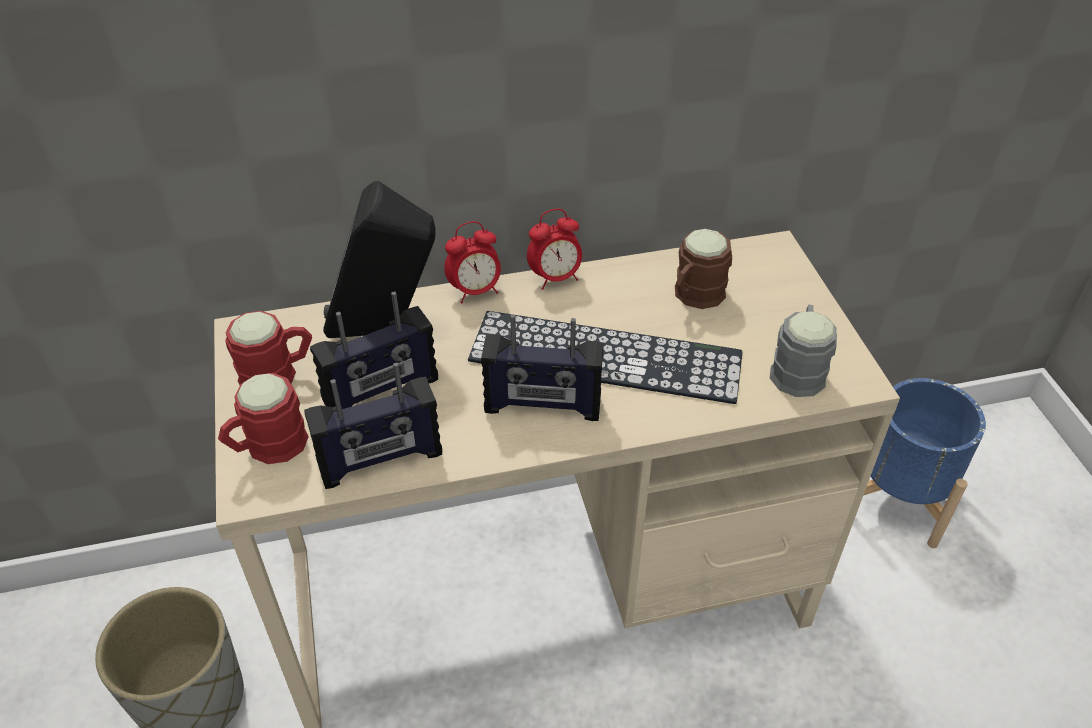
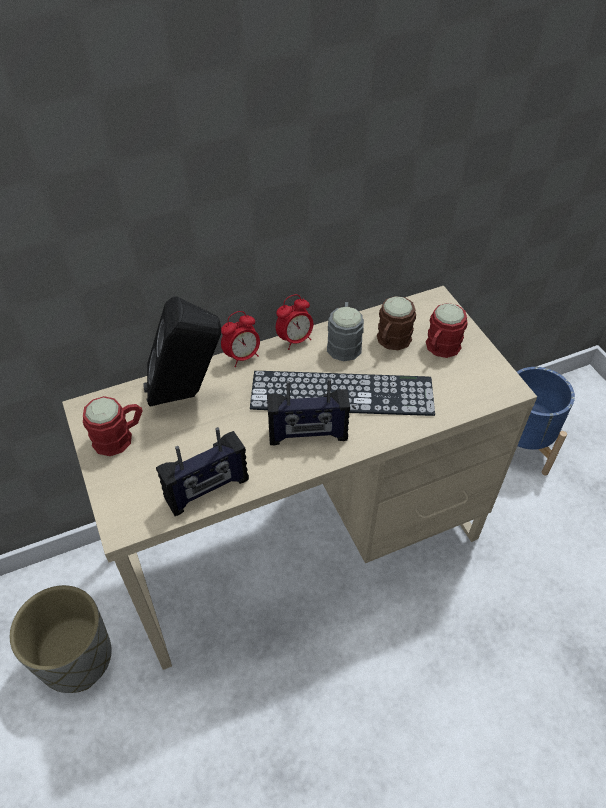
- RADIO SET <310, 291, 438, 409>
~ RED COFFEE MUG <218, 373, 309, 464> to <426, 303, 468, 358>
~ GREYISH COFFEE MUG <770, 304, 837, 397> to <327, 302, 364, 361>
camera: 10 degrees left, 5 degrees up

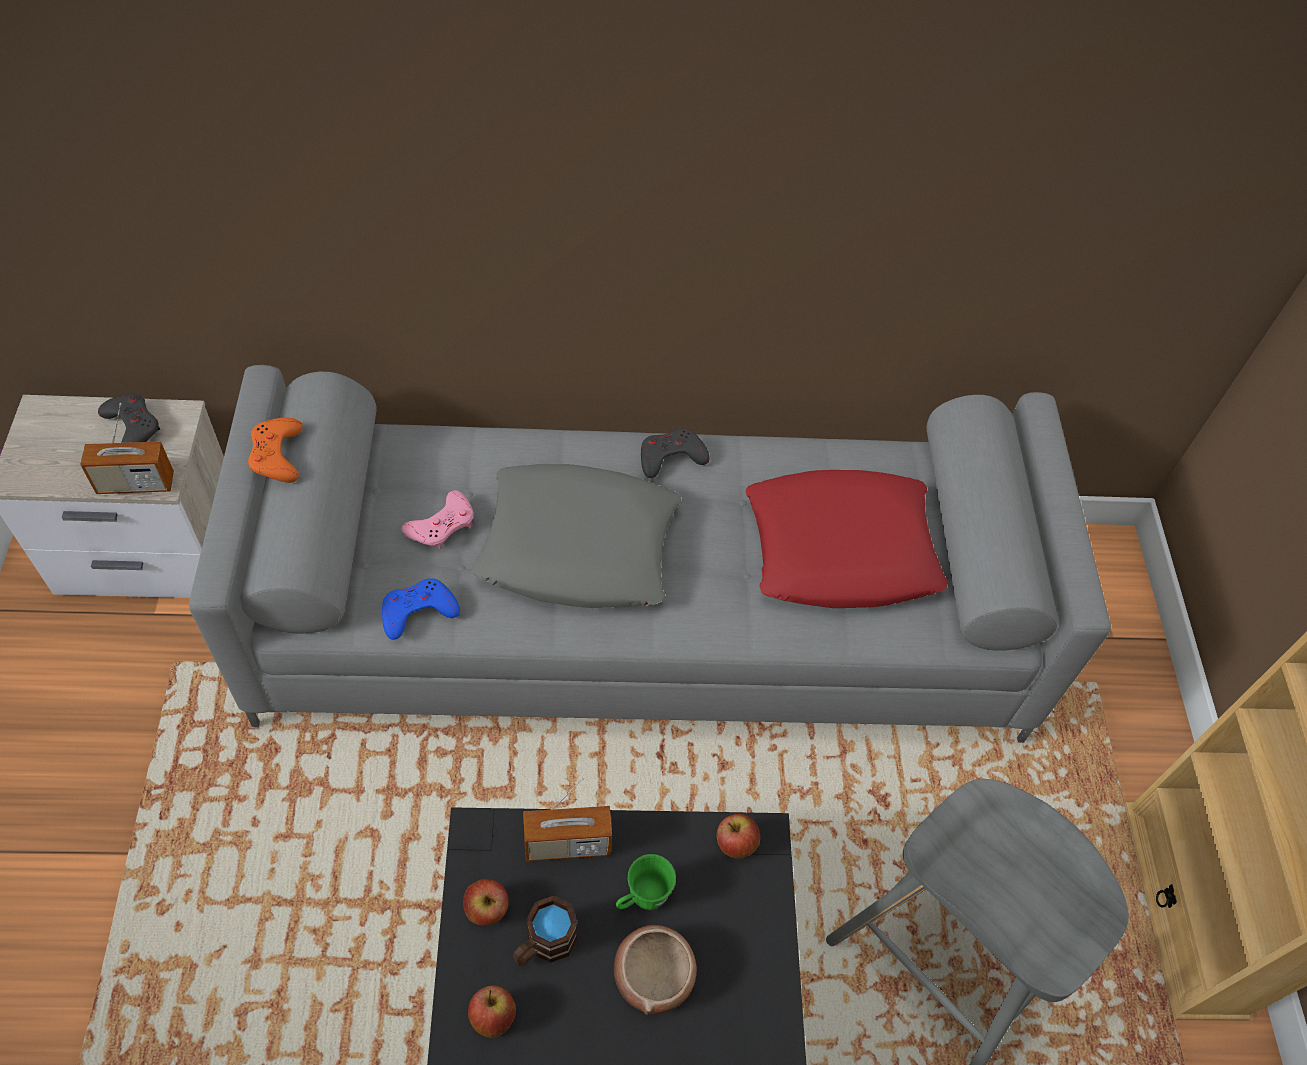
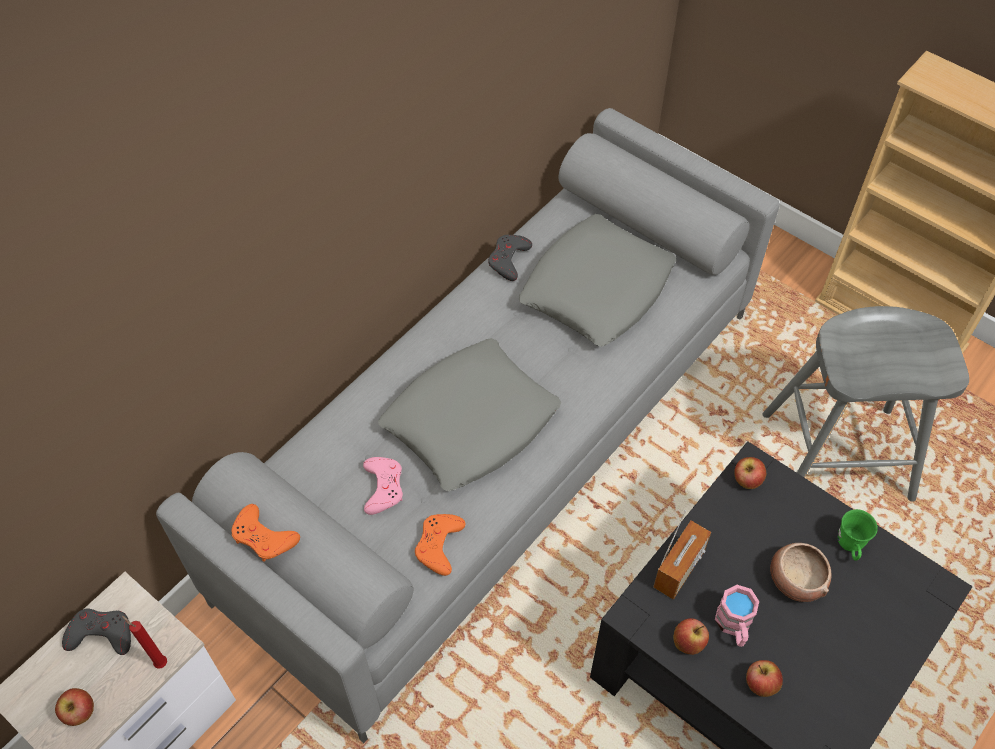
+ APPLE <55, 688, 94, 726>
~ GREEN-COLOURED COFFEE MUG <616, 854, 676, 910> to <837, 509, 878, 561>
~ GREYISH GAME CONTROLLER <641, 428, 710, 478> to <488, 235, 532, 281>
~ RADIO SET <80, 403, 174, 494> to RED WAX LIGHT <122, 616, 167, 669>
~ BLUE GAME CONTROLLER <382, 578, 460, 640> to ORANGE GAME CONTROLLER <415, 514, 466, 576>
~ BROWNISH COFFEE MUG <513, 896, 577, 966> to PINK-COLOURED COFFEE MUG <715, 585, 759, 647>
~ RED PILLOW <746, 470, 948, 608> to GREYISH PILLOW <518, 214, 676, 347>
camera: 45 degrees left, 0 degrees up

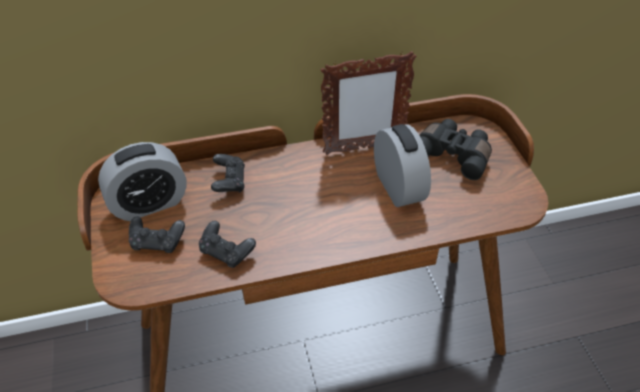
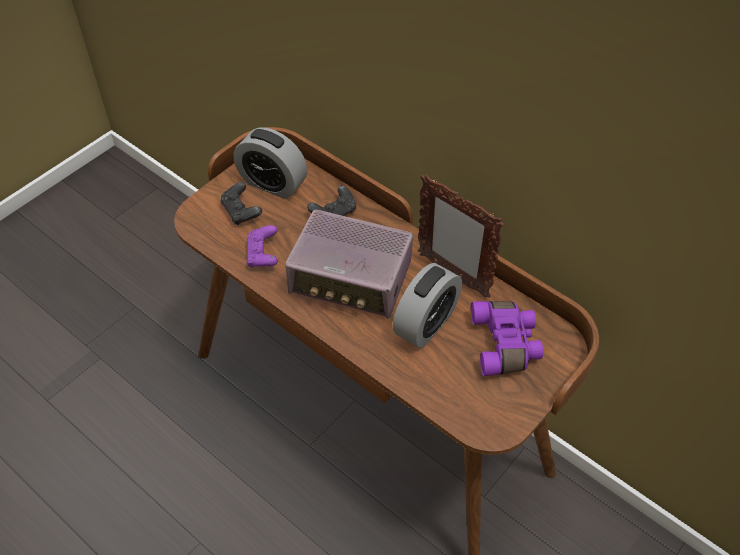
+ RADIO SET <285, 210, 413, 319>
~ BLACKISH GAME CONTROLLER <199, 220, 256, 268> to PURPLISH GAME CONTROLLER <247, 225, 278, 268>
~ BLACKISH PAIR OF BINOCULARS <419, 119, 492, 180> to PURPLISH PAIR OF BINOCULARS <471, 301, 543, 376>
camera: 55 degrees right, 5 degrees up

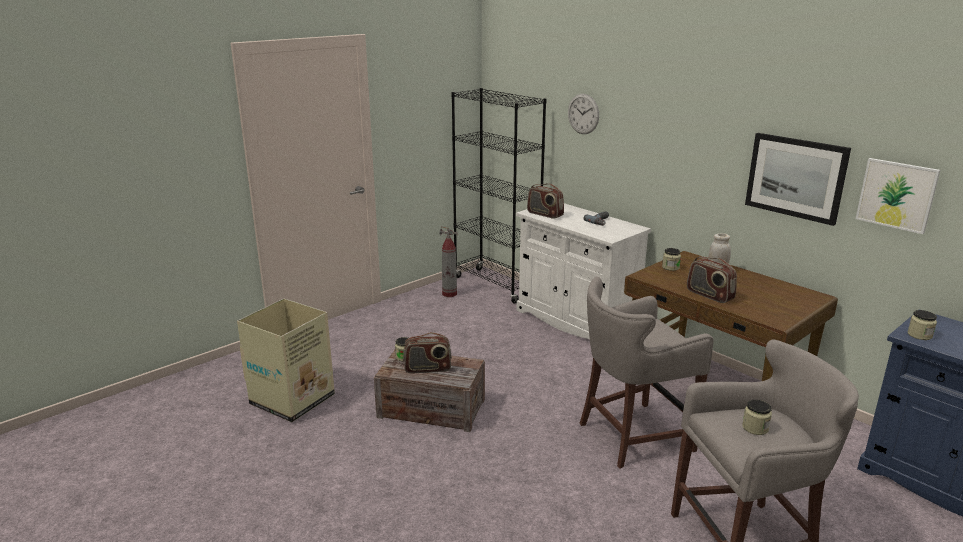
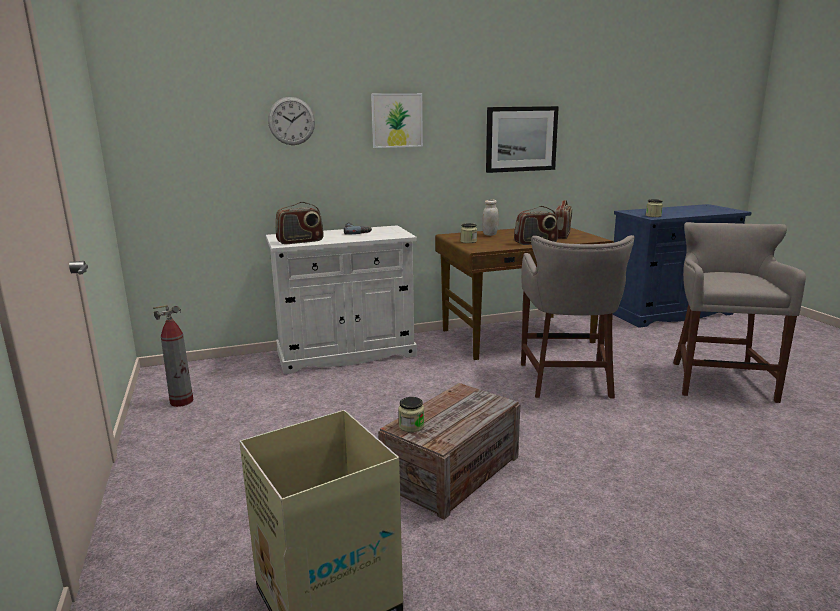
- BLACKISH BOOKSHELF <451, 88, 546, 303>
- JAR <742, 400, 772, 435>
~ RADIO SET <403, 332, 452, 373> to <555, 200, 572, 239>
~ PICTURE <856, 158, 940, 234> to <371, 93, 423, 148>
camera: 65 degrees left, 5 degrees down

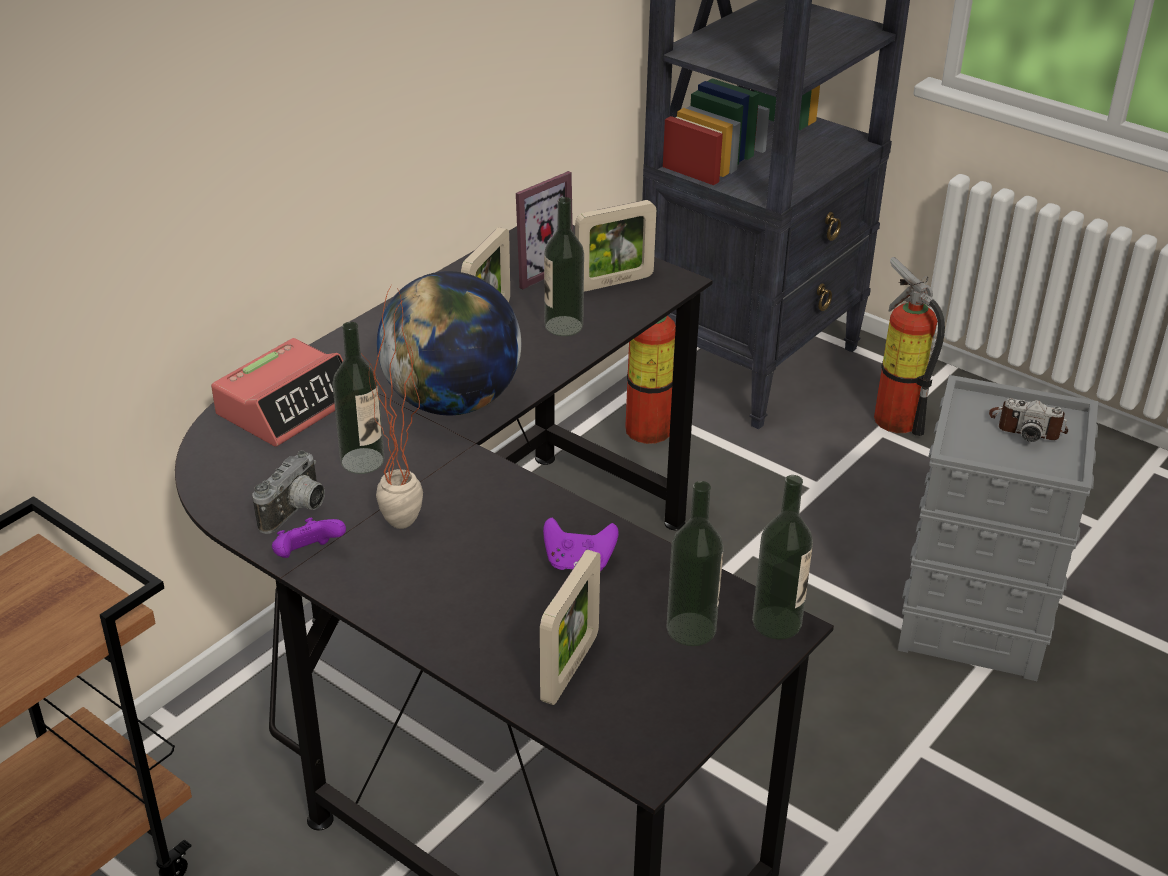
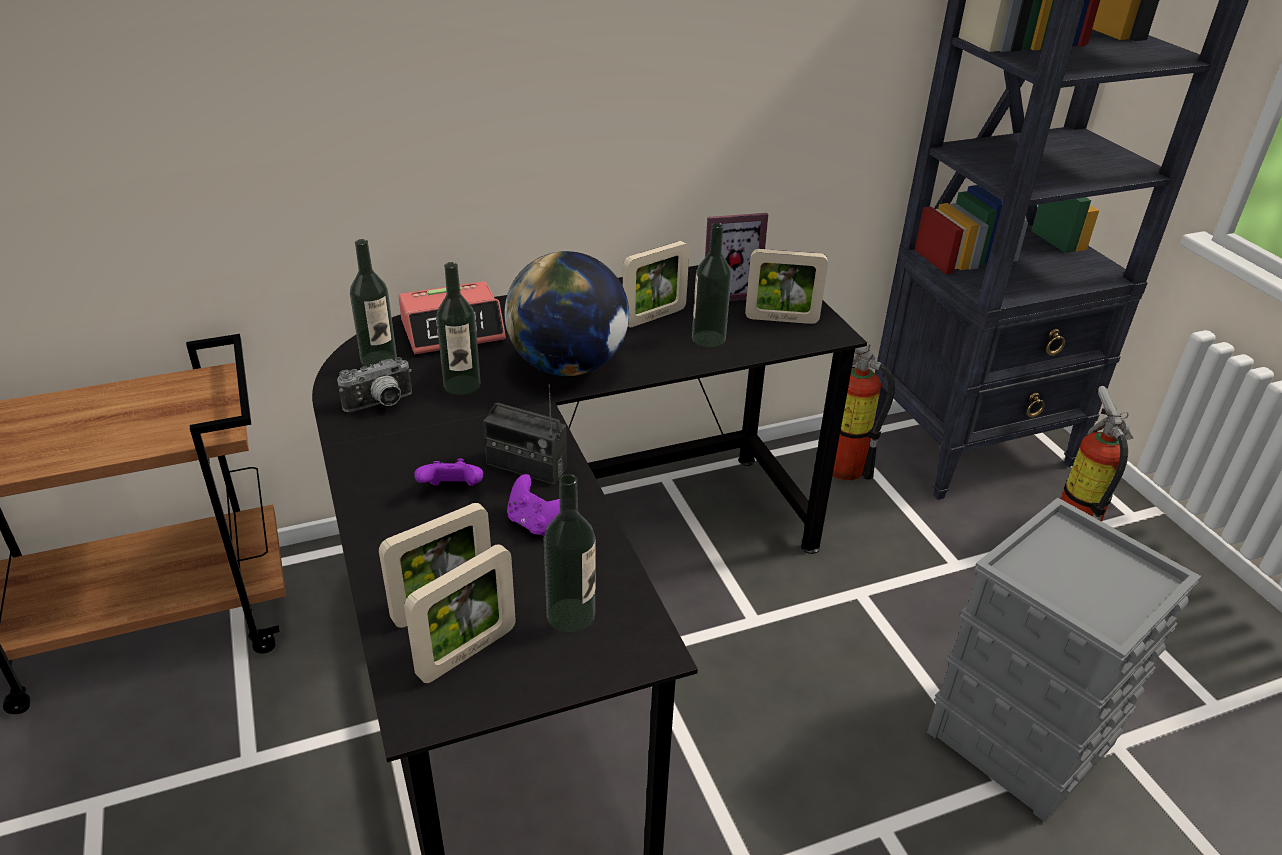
- POTTED PLANT <364, 285, 423, 529>
- PHOTO CAMERA <989, 398, 1068, 442>
+ PHOTO FRAME <404, 544, 516, 683>
+ RADIO SET <483, 384, 567, 485>
~ PURPLISH GAME CONTROLLER <272, 518, 346, 558> to <414, 459, 483, 486>
~ BEVERAGE BOTTLE <752, 475, 813, 640> to <350, 239, 397, 367>
camera: 30 degrees right, 0 degrees up

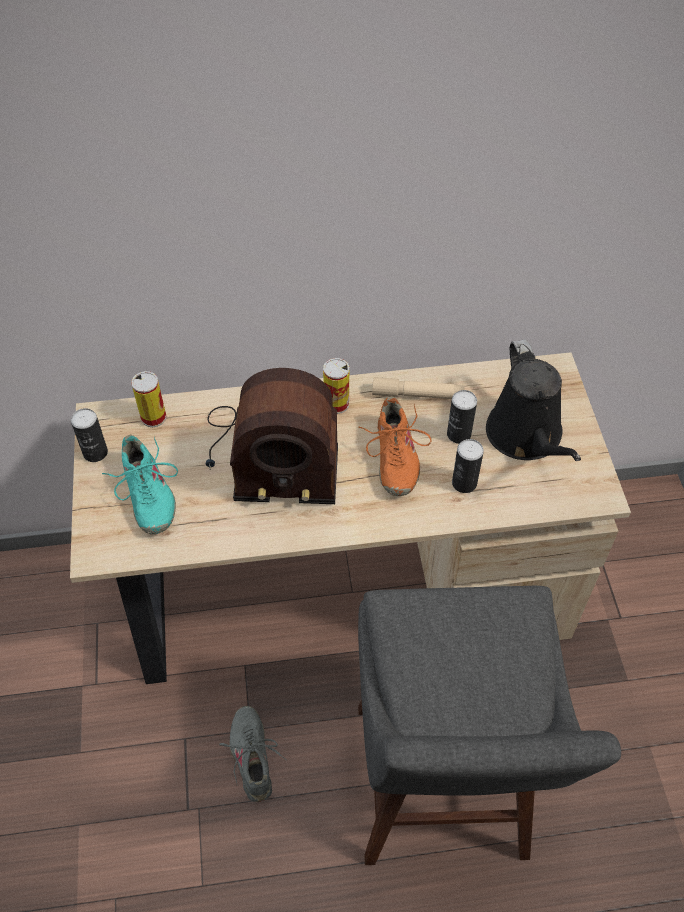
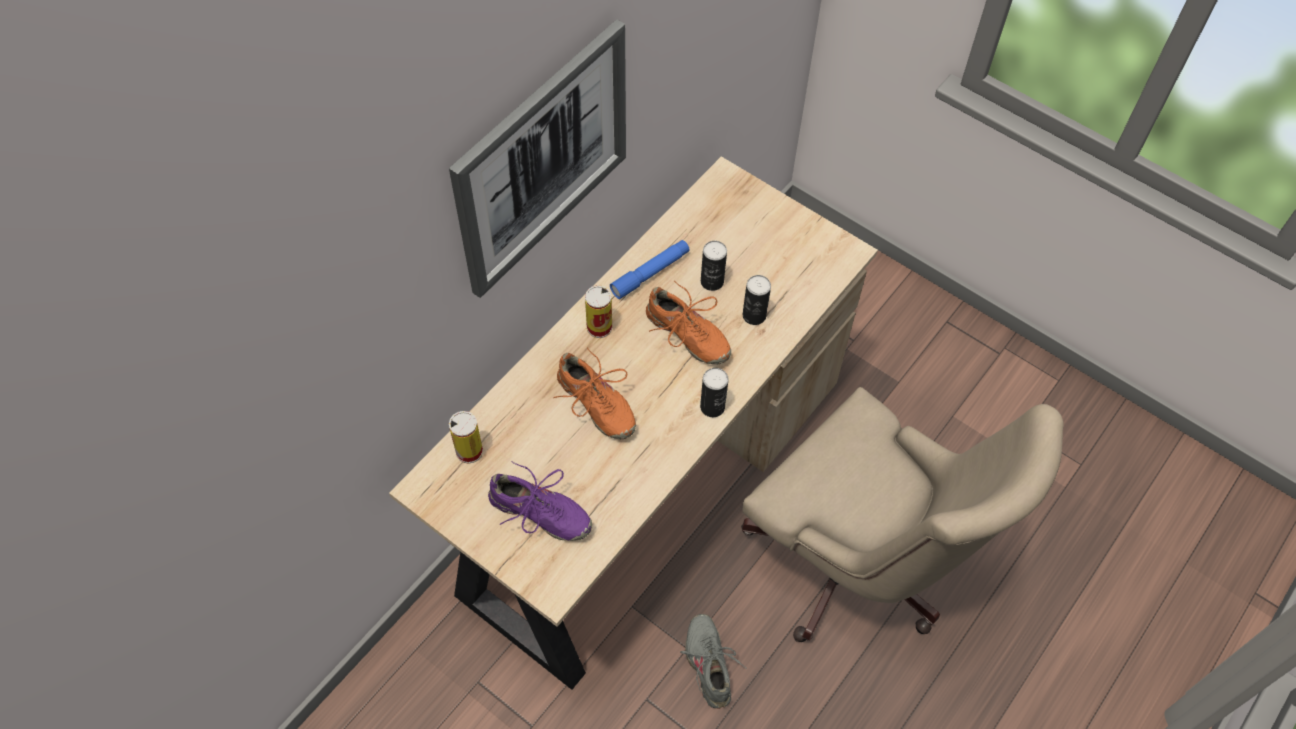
- BLACKISH WATERING POT <486, 339, 581, 461>
+ PICTURE <449, 19, 626, 298>
~ SEALED CAN <71, 408, 108, 462> to <700, 368, 729, 417>
~ RADIO SET <206, 368, 338, 504> to ORANGE SHOE <553, 348, 636, 439>
~ GREYISH STOOL SEAT <358, 586, 621, 865> to BEIGE-COLOURED DESK CHAIR <741, 387, 1064, 642>
~ TURQUOISE SHOE <102, 435, 178, 534> to PURPLISH SHOE <488, 461, 592, 541>
~ BEIGE-COLOURED HAND TORCH <372, 377, 465, 399> to BLUE HAND TORCH <610, 240, 689, 299>
~ GREYISH SHOE <219, 706, 287, 802> = <680, 614, 747, 709> 45 degrees clockwise
camera: 45 degrees left, 5 degrees up

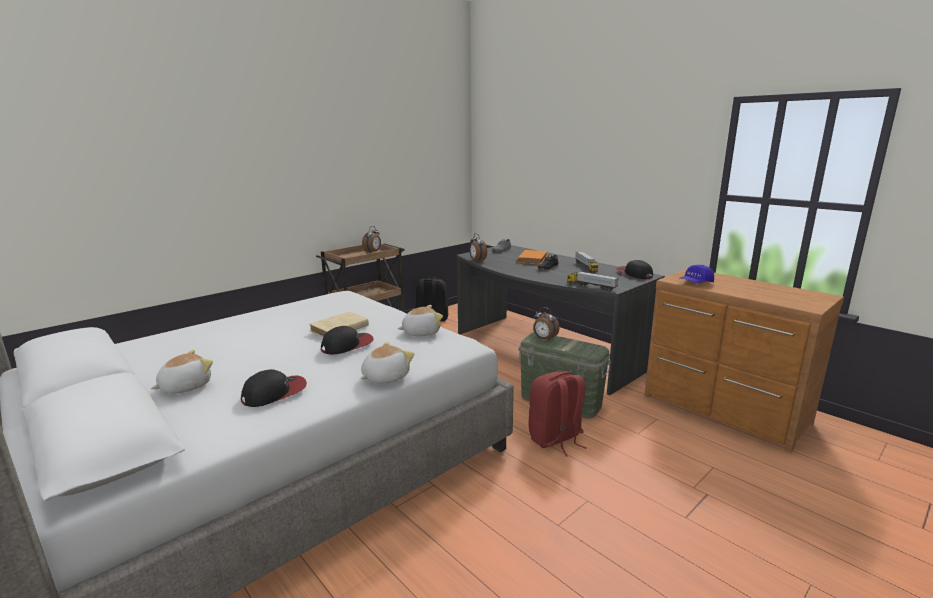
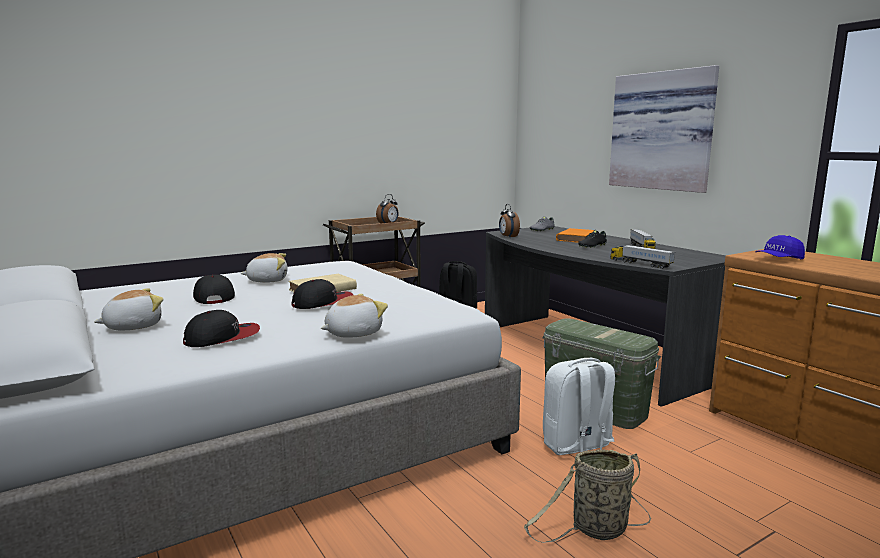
- ALARM CLOCK <533, 307, 560, 341>
+ HOUSEHOLD BASKET <524, 449, 651, 543>
+ PICTURE <609, 65, 719, 193>
~ PLUSH TOY <398, 305, 443, 336> to <240, 253, 287, 283>
~ PEAKED CAP <616, 260, 653, 279> to <193, 275, 235, 304>
~ RED BACKPACK <529, 371, 587, 457> to WHITISH BACKPACK <543, 358, 615, 455>
camera: 10 degrees right, 5 degrees down

